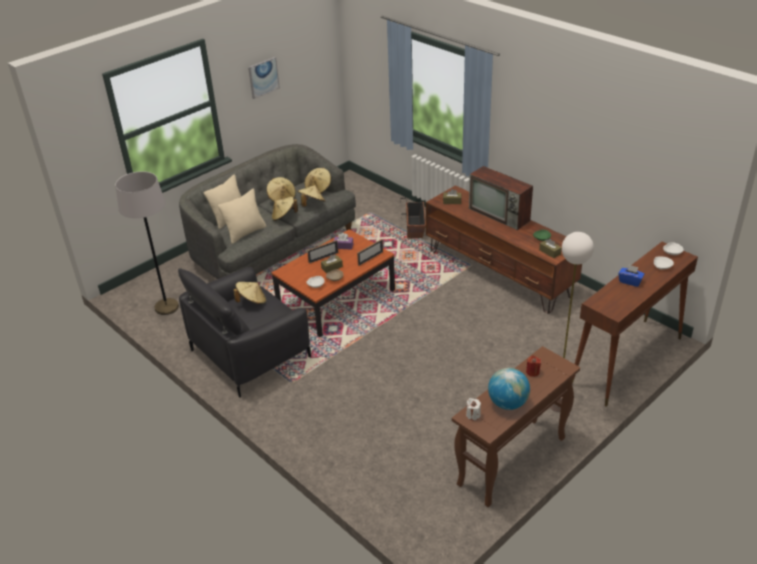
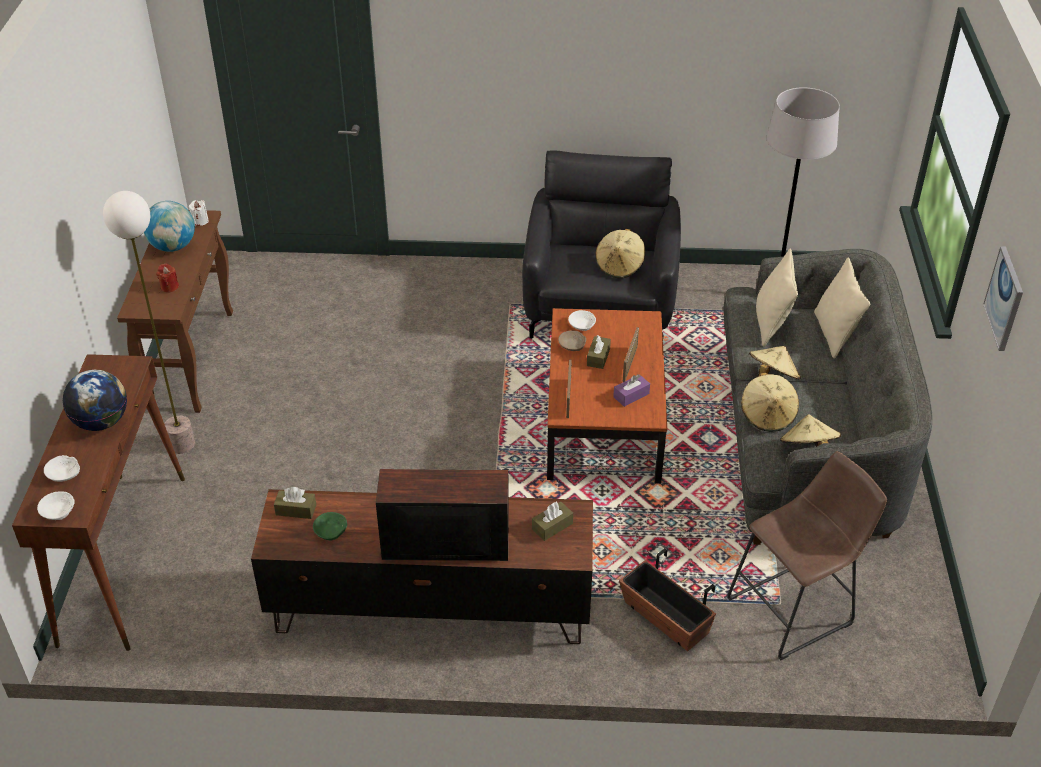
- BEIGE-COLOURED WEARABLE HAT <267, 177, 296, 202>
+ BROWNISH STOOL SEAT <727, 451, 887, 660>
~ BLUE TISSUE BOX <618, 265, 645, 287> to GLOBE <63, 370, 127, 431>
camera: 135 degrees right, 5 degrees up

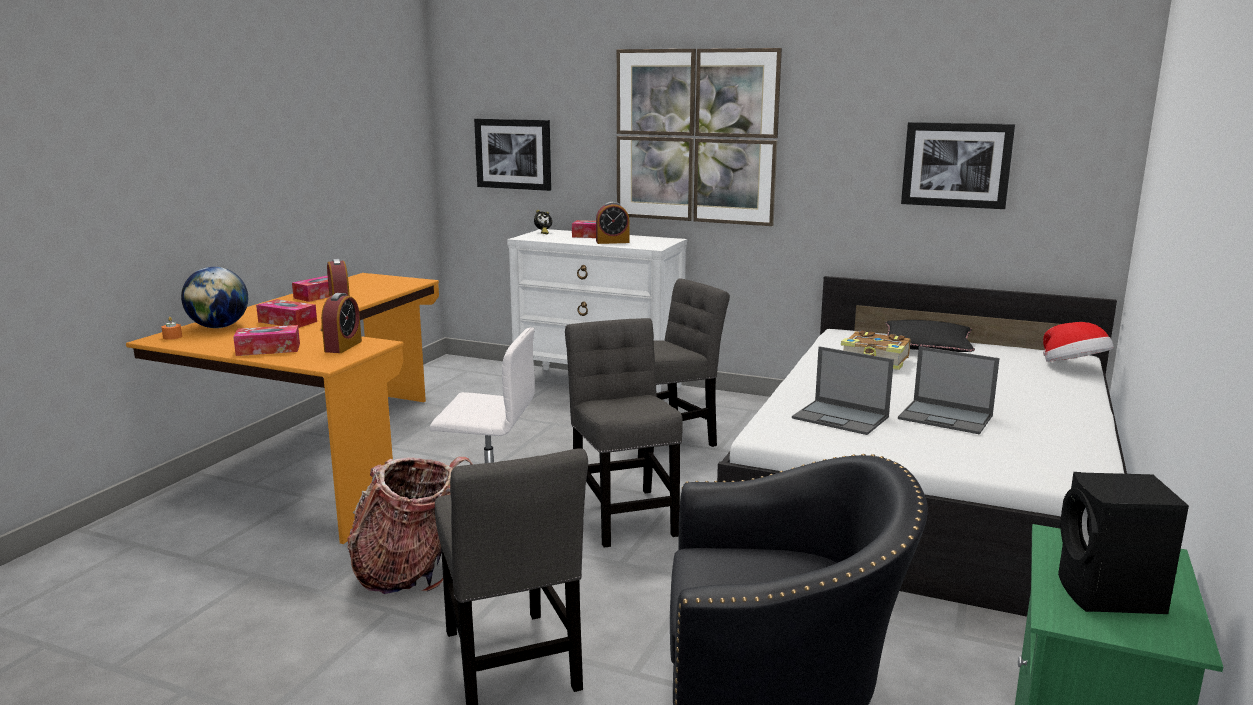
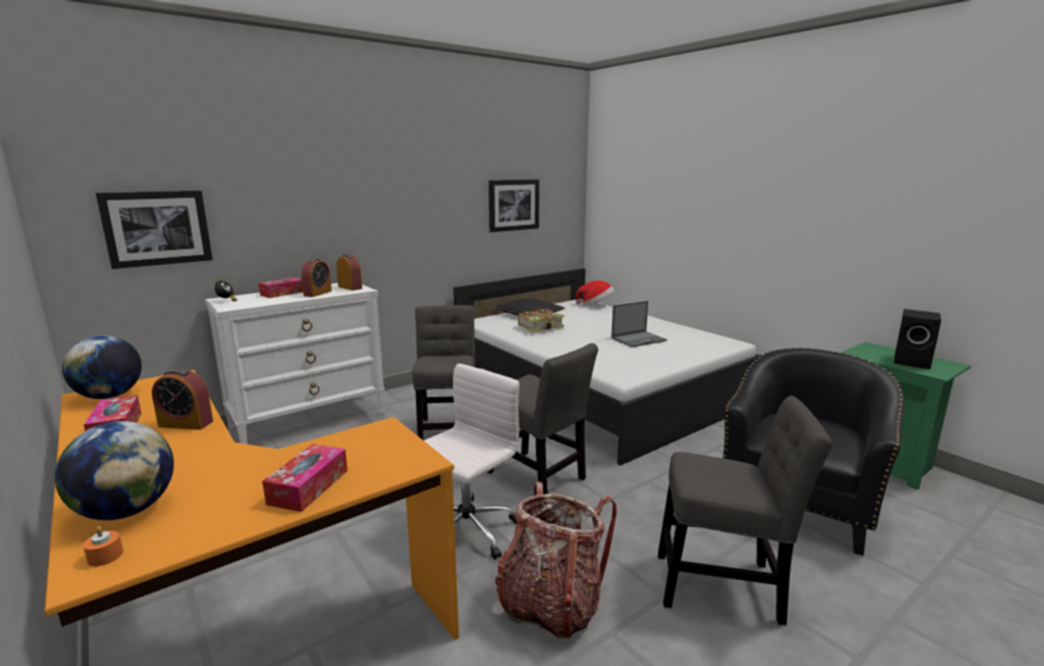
- TISSUE BOX <256, 299, 317, 328>
- PICTURE <617, 48, 782, 226>
- NOTEBOOK COMPUTER <792, 346, 894, 435>
+ GLOBE <62, 335, 142, 399>
~ ALARM CLOCK <321, 293, 362, 353> to <336, 254, 362, 291>
~ GREYISH CHAIR <565, 318, 682, 548> = <487, 343, 598, 494> 150 degrees counterclockwise
camera: 60 degrees left, 0 degrees up

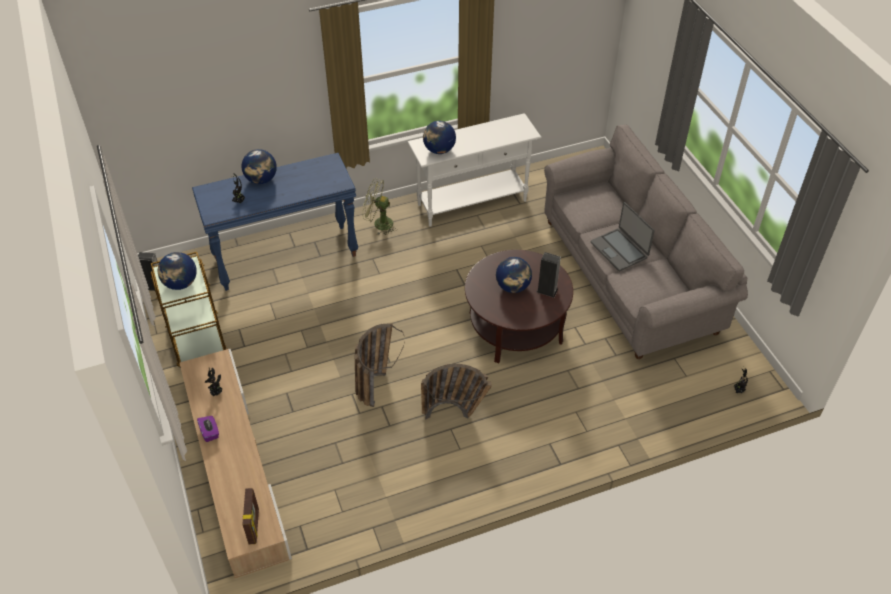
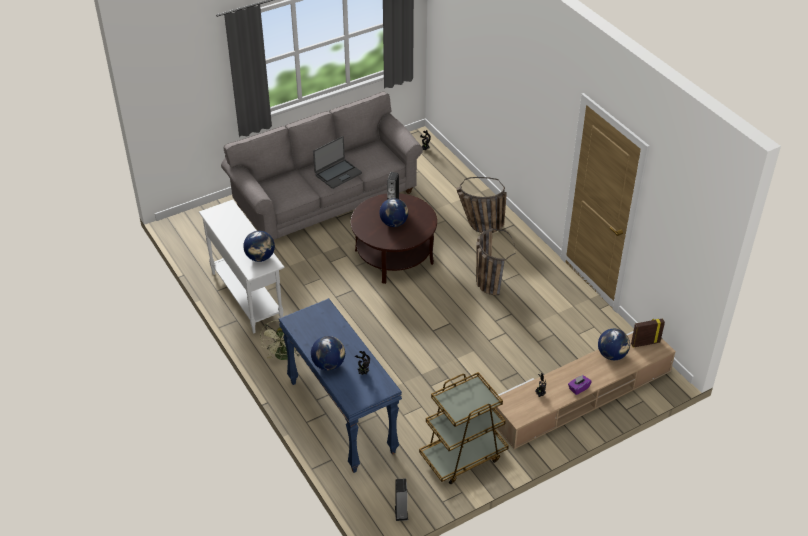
~ GLOBE <158, 252, 197, 290> to <598, 329, 630, 360>
~ HOUSEHOLD BASKET <355, 323, 405, 407> to <456, 177, 507, 233>
camera: 100 degrees left, 5 degrees down

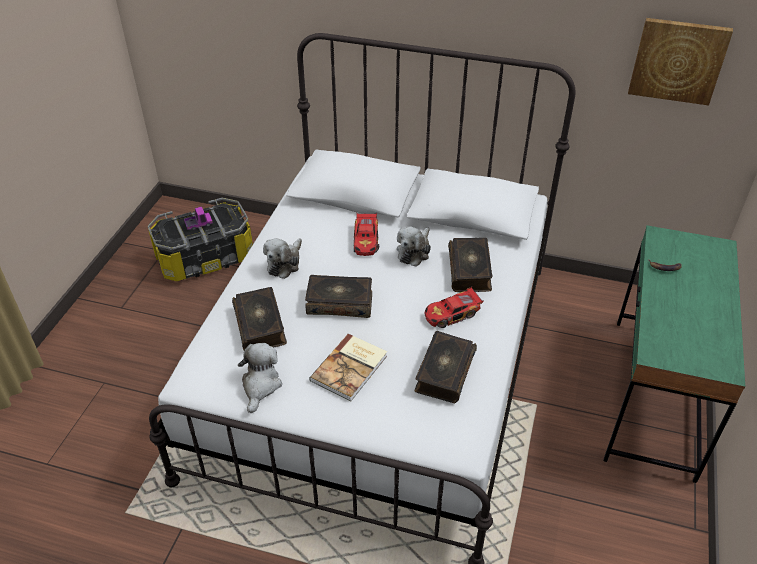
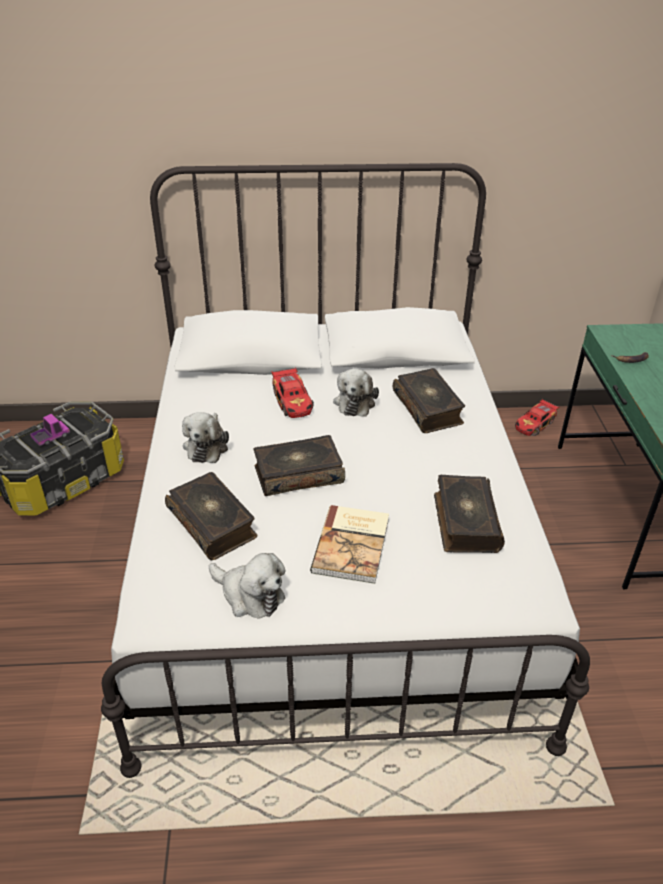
- PICTURE <628, 18, 733, 105>
~ MINIATURE CAR <425, 287, 484, 328> to <515, 399, 560, 436>
~ PLUSH TOY <238, 343, 282, 413> = <209, 553, 285, 619> 135 degrees clockwise
camera: 20 degrees left, 5 degrees down

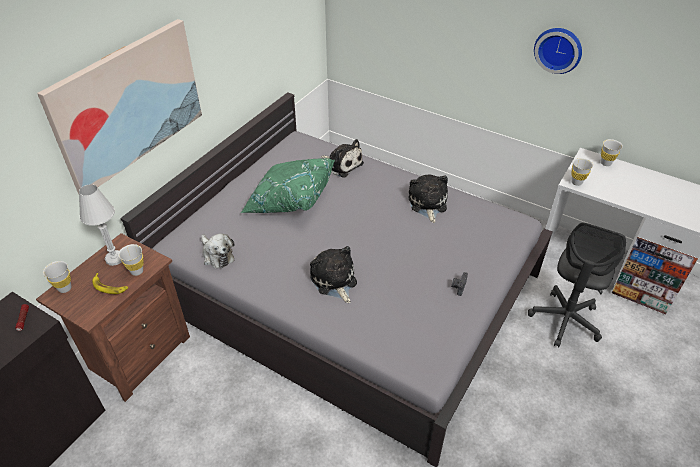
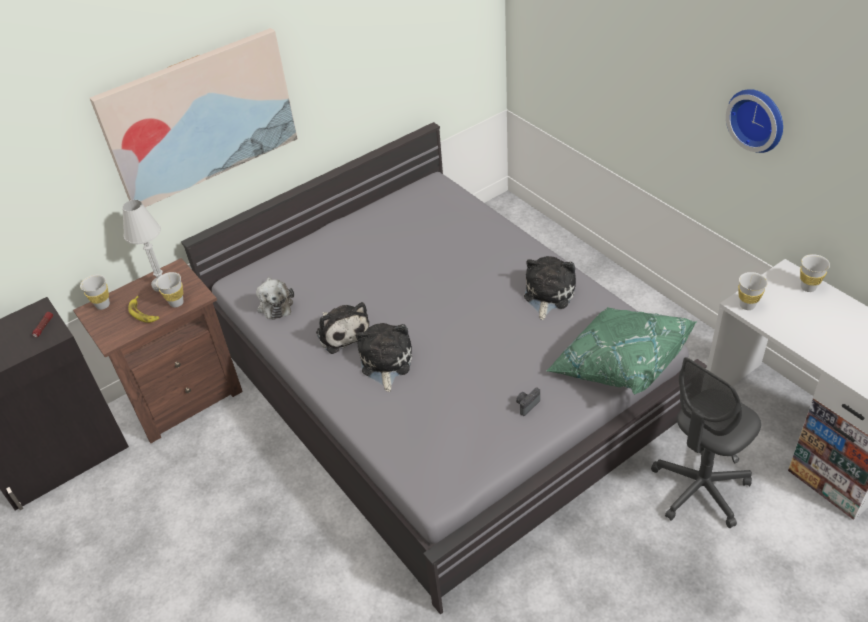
~ GREEN-COLOURED PILLOW <241, 158, 335, 213> to <546, 307, 697, 394>
~ PLUSH TOY <321, 139, 364, 178> to <316, 302, 369, 354>
camera: 25 degrees right, 0 degrees up

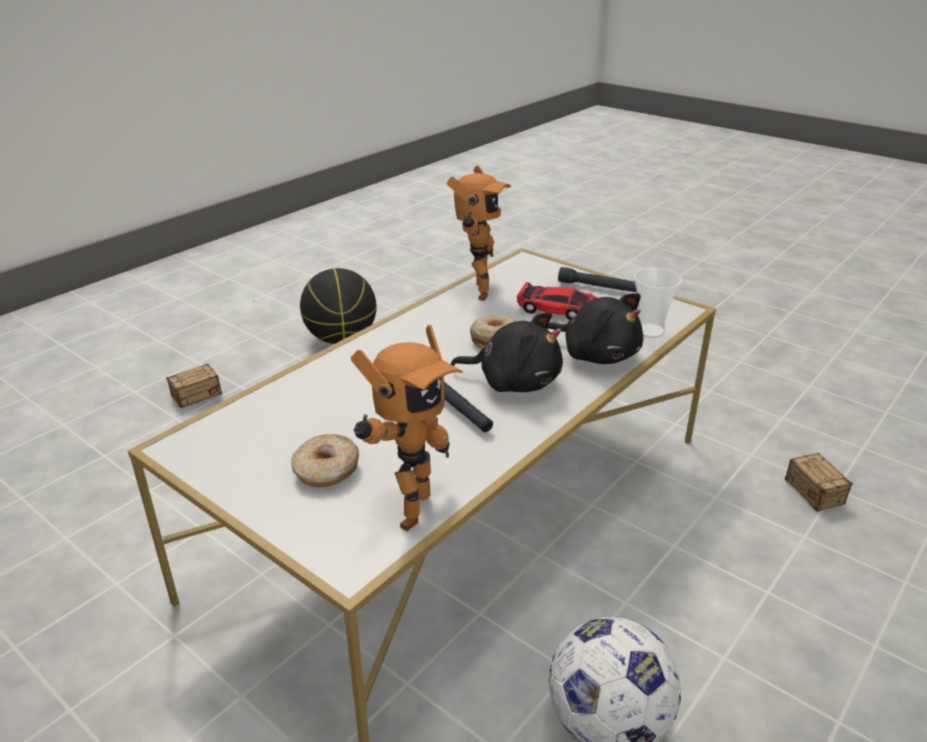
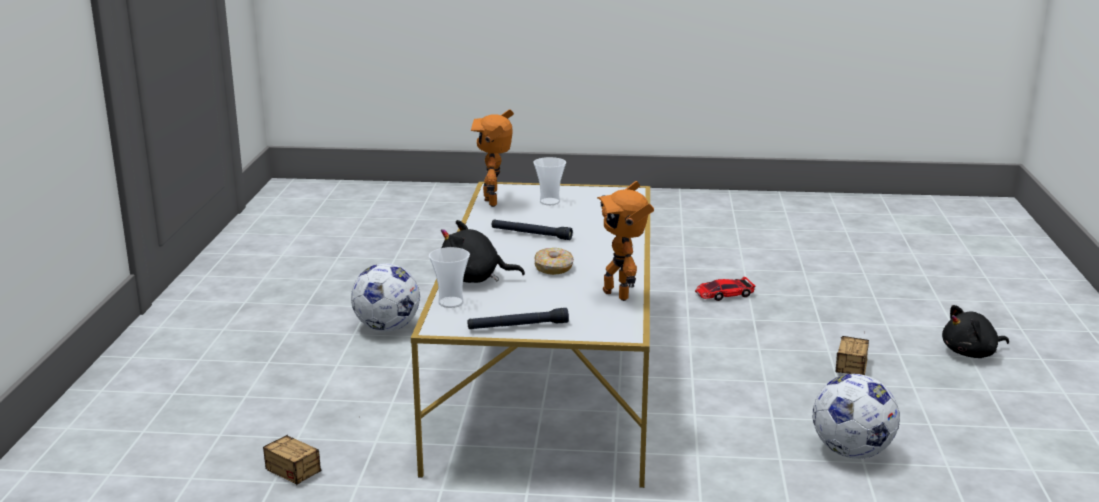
~ BLACKISH PLUSH TOY <451, 312, 563, 392> to <942, 305, 1009, 358>
~ MINIATURE CAR <516, 282, 597, 320> to <695, 277, 756, 301>
~ RING DOUGHNUT <291, 434, 359, 487> to SMALL CUP <533, 157, 566, 205>
~ BASKETBALL BALL <300, 268, 377, 344> to FOOTBALL <813, 374, 900, 459>
camera: 145 degrees right, 10 degrees down

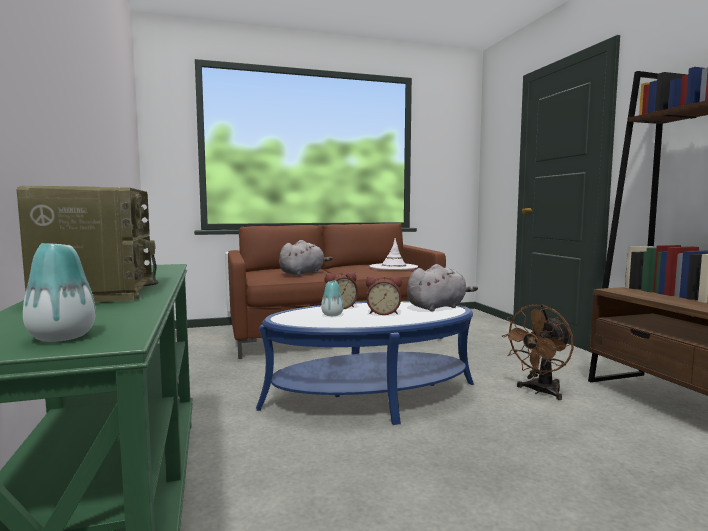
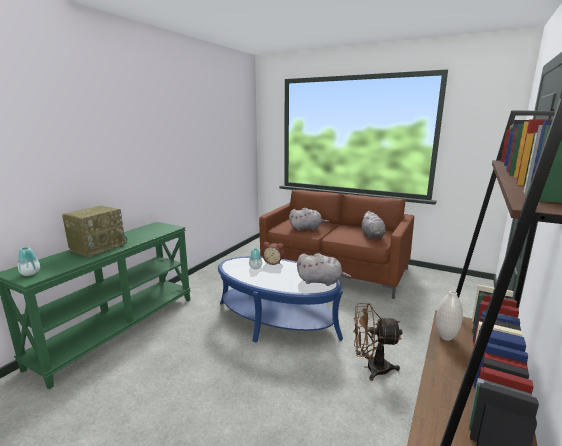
- ALARM CLOCK <366, 276, 402, 315>
+ WHITISH VASE <436, 291, 463, 341>
~ WHITISH WEARABLE HAT <370, 238, 418, 270> to GREYISH PLUSH TOY <361, 211, 386, 238>
camera: 45 degrees right, 10 degrees up

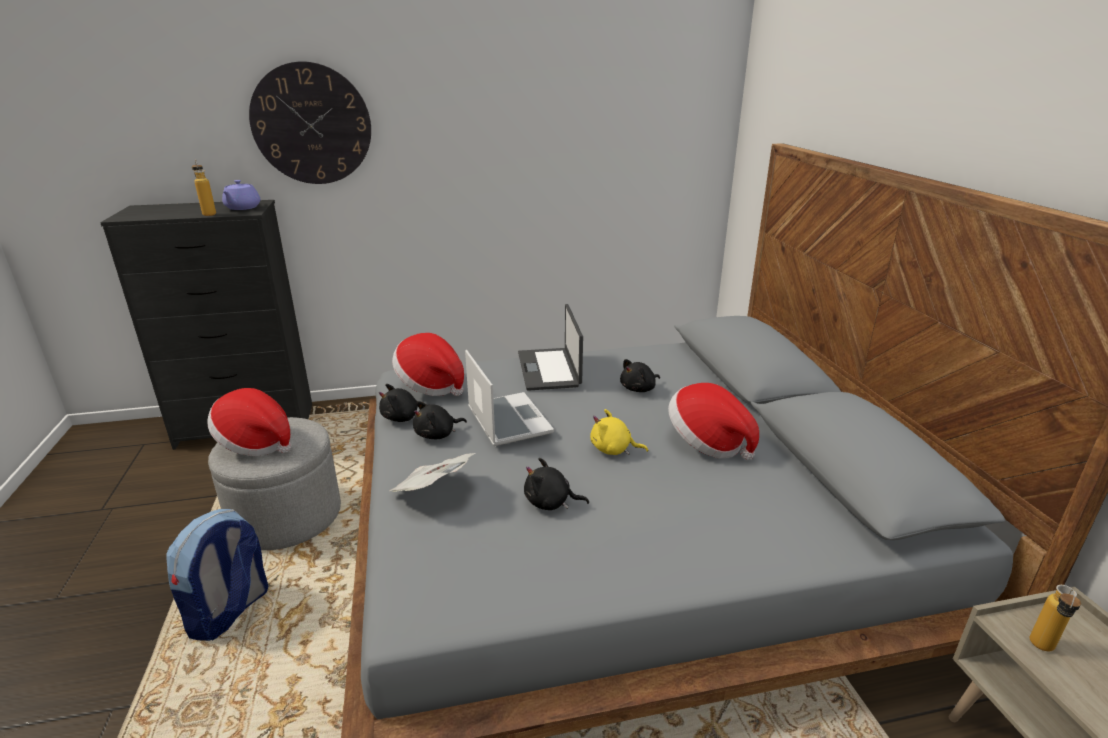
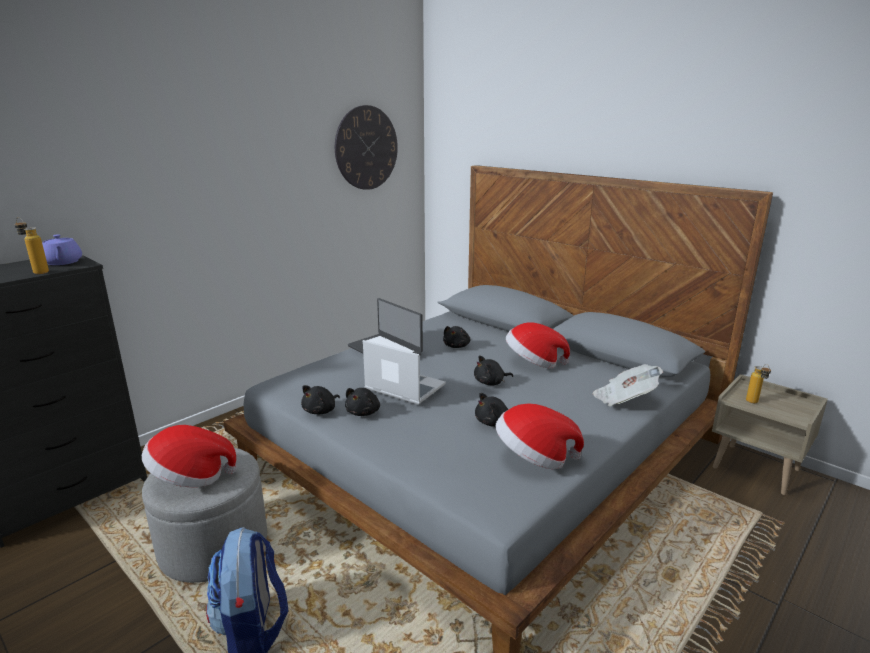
~ WALL CLOCK <249, 61, 371, 184> to <335, 105, 398, 190>
~ NEWSPAPER <390, 453, 476, 492> to <593, 364, 663, 406>
~ WEARABLE HAT <392, 333, 464, 396> to <496, 403, 584, 469>
~ YELLOWISH PLUSH TOY <590, 409, 648, 455> to BLACKISH PLUSH TOY <474, 356, 513, 386>
camera: 35 degrees left, 5 degrees down

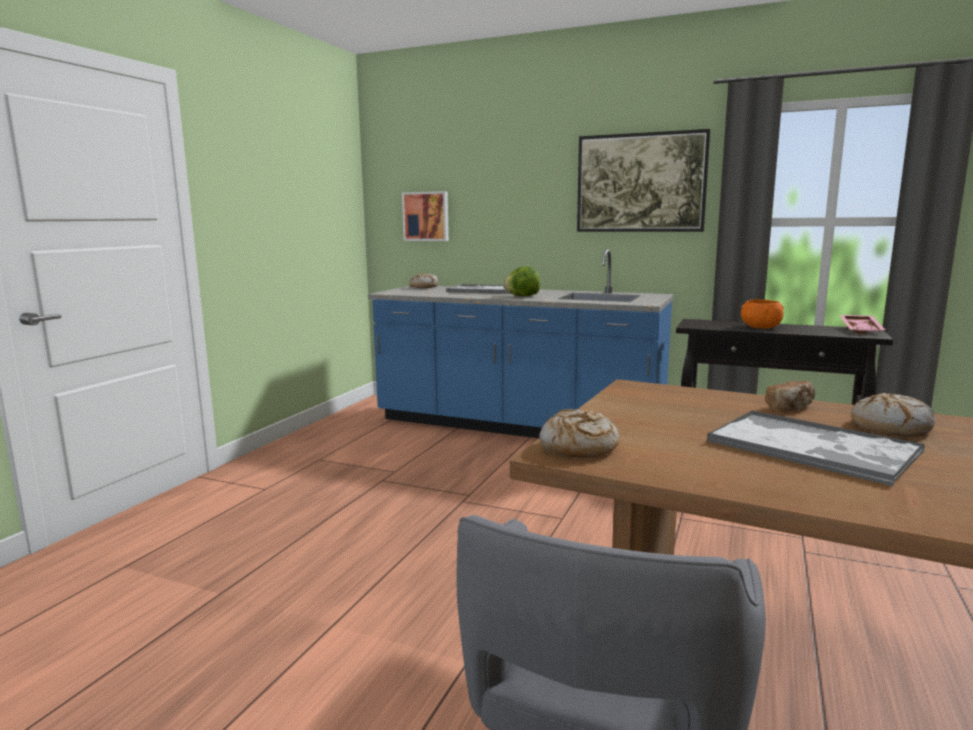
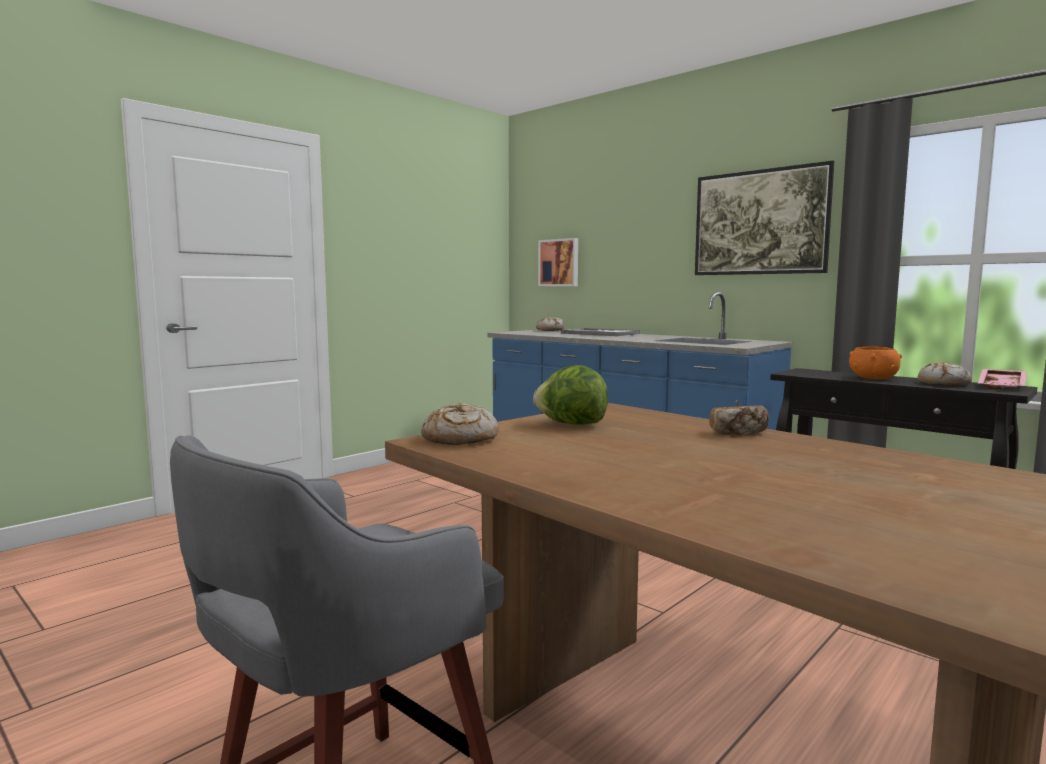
- SERVING TRAY <707, 410, 925, 486>
~ HEAD OF LETTUCE <503, 266, 540, 296> to <533, 365, 608, 425>
~ BAKED BREAD <851, 393, 935, 436> to <918, 362, 972, 386>
camera: 20 degrees right, 5 degrees down

